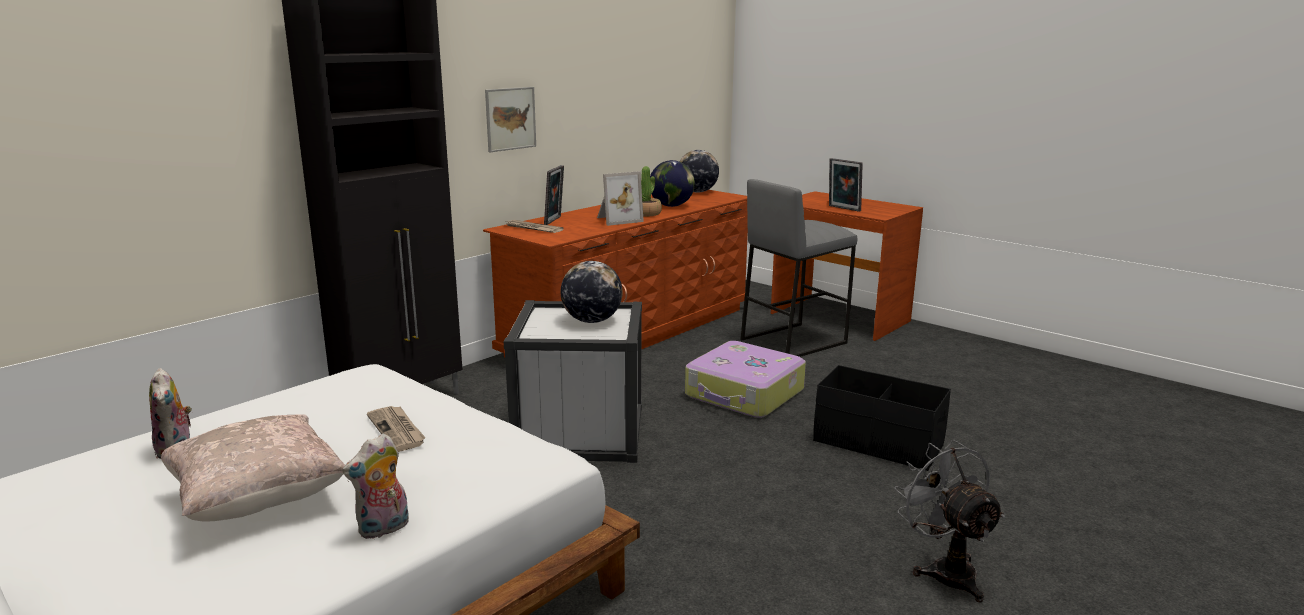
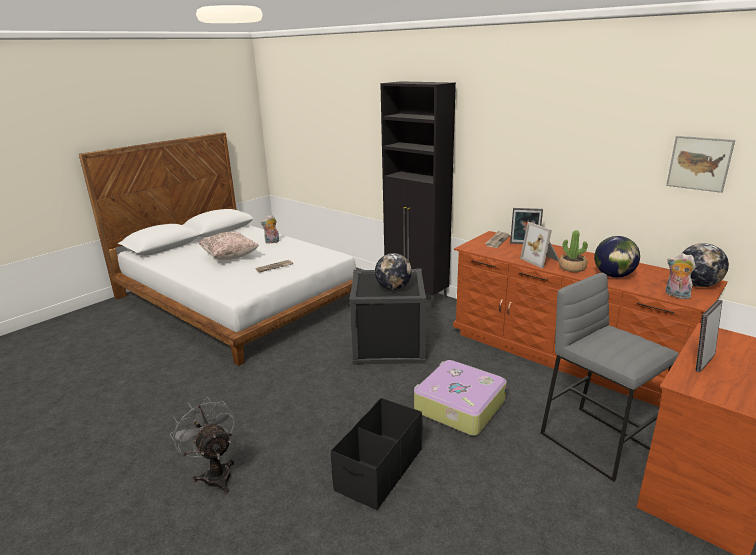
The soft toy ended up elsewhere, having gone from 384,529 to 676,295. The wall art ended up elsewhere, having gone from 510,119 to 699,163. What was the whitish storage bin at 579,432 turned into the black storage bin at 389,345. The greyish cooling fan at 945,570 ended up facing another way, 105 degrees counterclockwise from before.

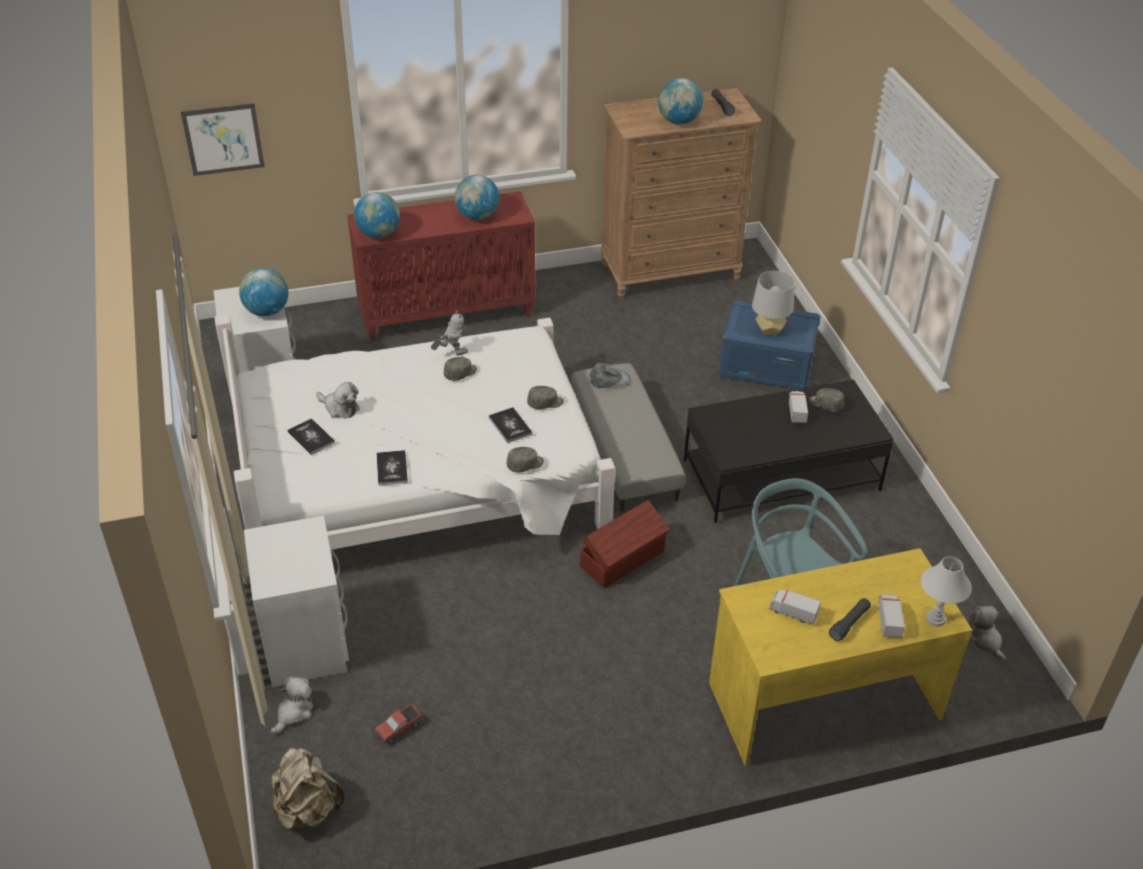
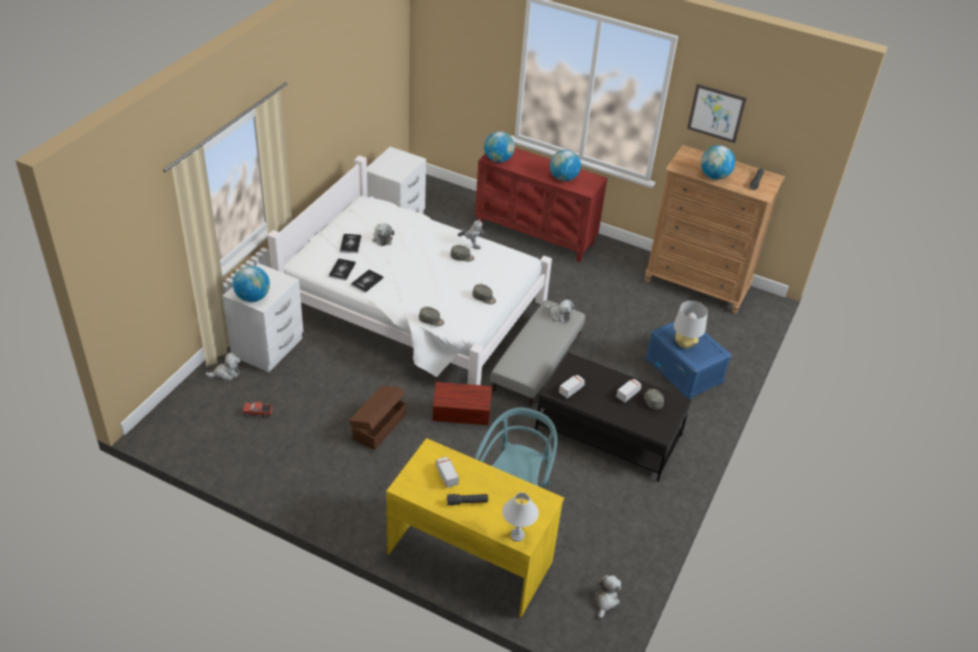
The wall art ended up elsewhere, having gone from 223,139 to 716,113. The world globe ended up elsewhere, having gone from 267,311 to 252,297. The second view lost the beige knapsack at 307,809. The book ended up elsewhere, having gone from 510,426 to 342,270. Where the greyish cap stood at 609,380, the soft toy came to stand at 558,315. The toy truck ended up elsewhere, having gone from 888,620 to 572,390. The second view gained the brownish storage bin at 378,426.

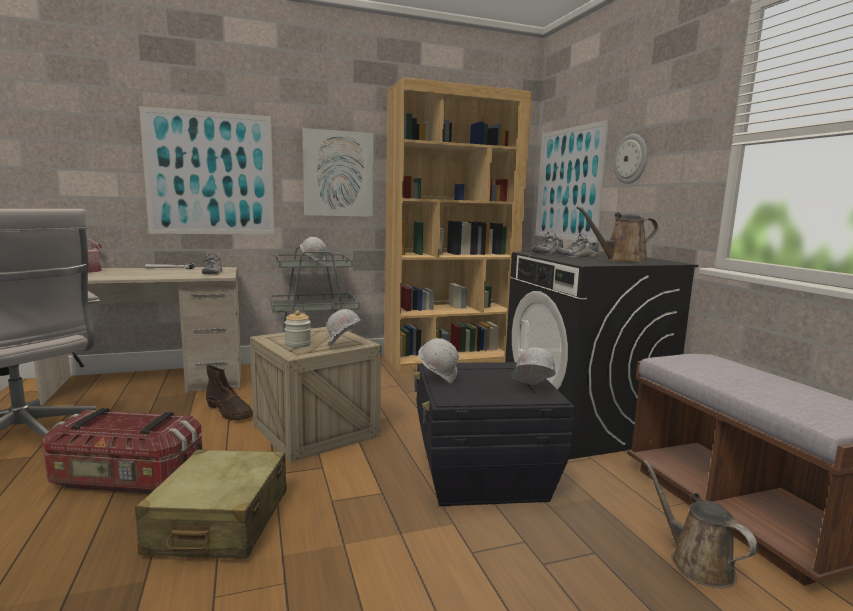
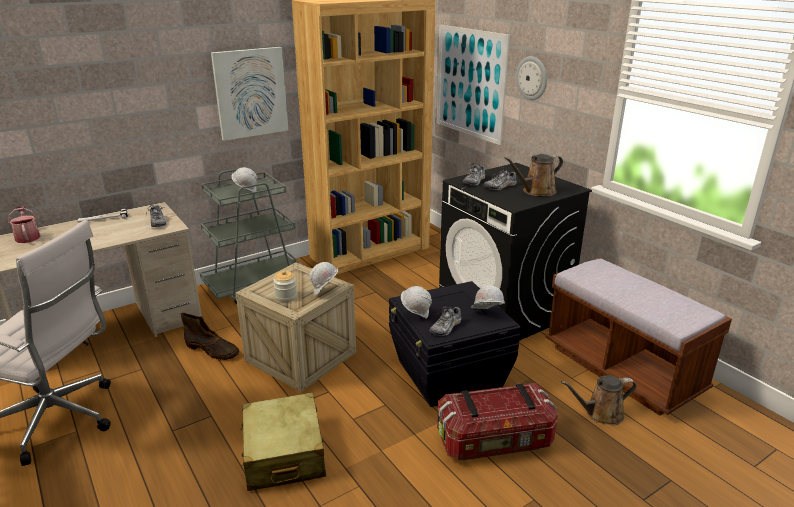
The storage bin ended up elsewhere, having gone from 126,479 to 495,442. The second view lost the wall art at 210,174. The brownish sprinkling can at 696,562 ended up facing another way, 60 degrees counterclockwise from before. The second view gained the low shoe at 446,327.

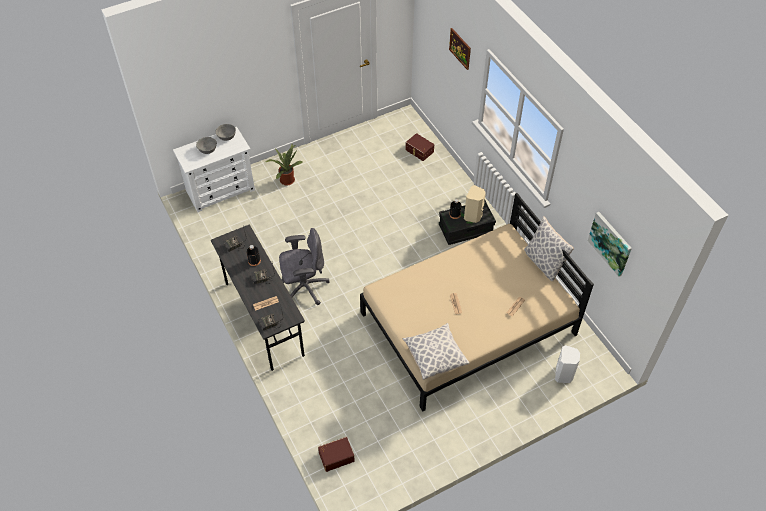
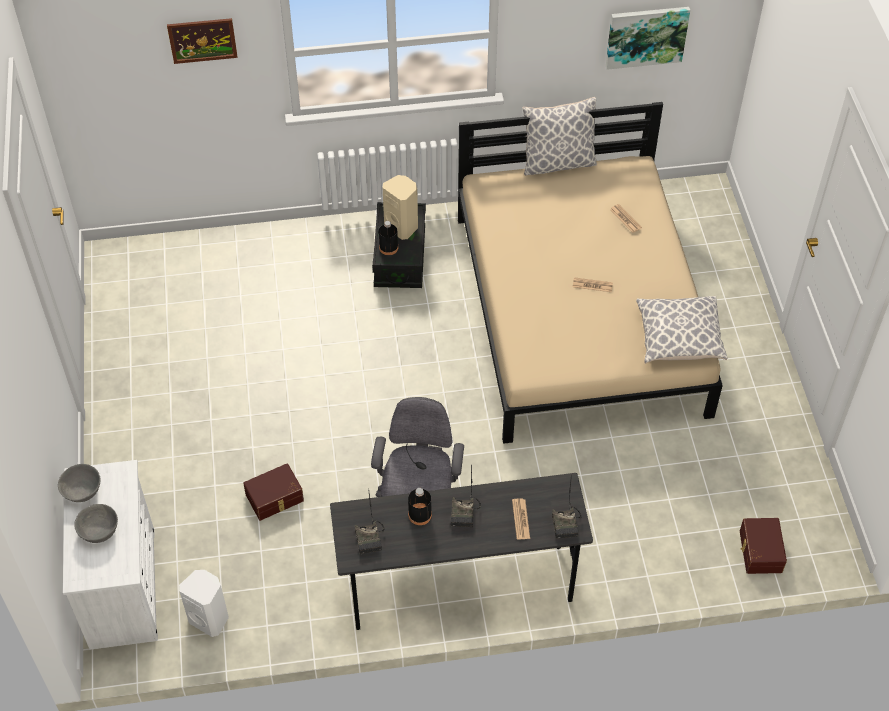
The second view lost the potted plant at 286,179. The brownish storage bin ended up elsewhere, having gone from 419,151 to 275,498. The whitish speaker ended up elsewhere, having gone from 564,375 to 210,619.

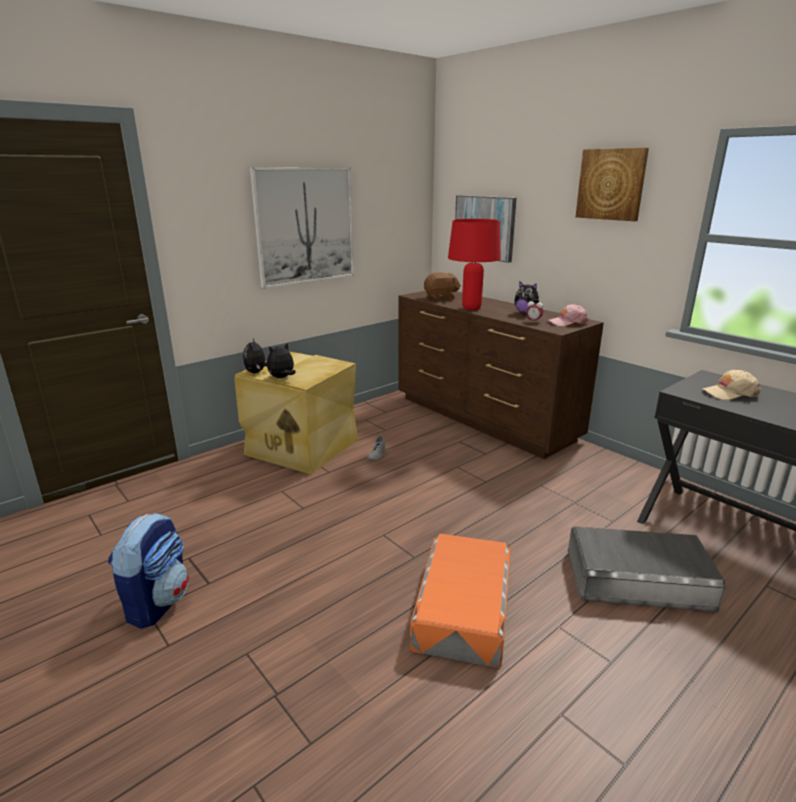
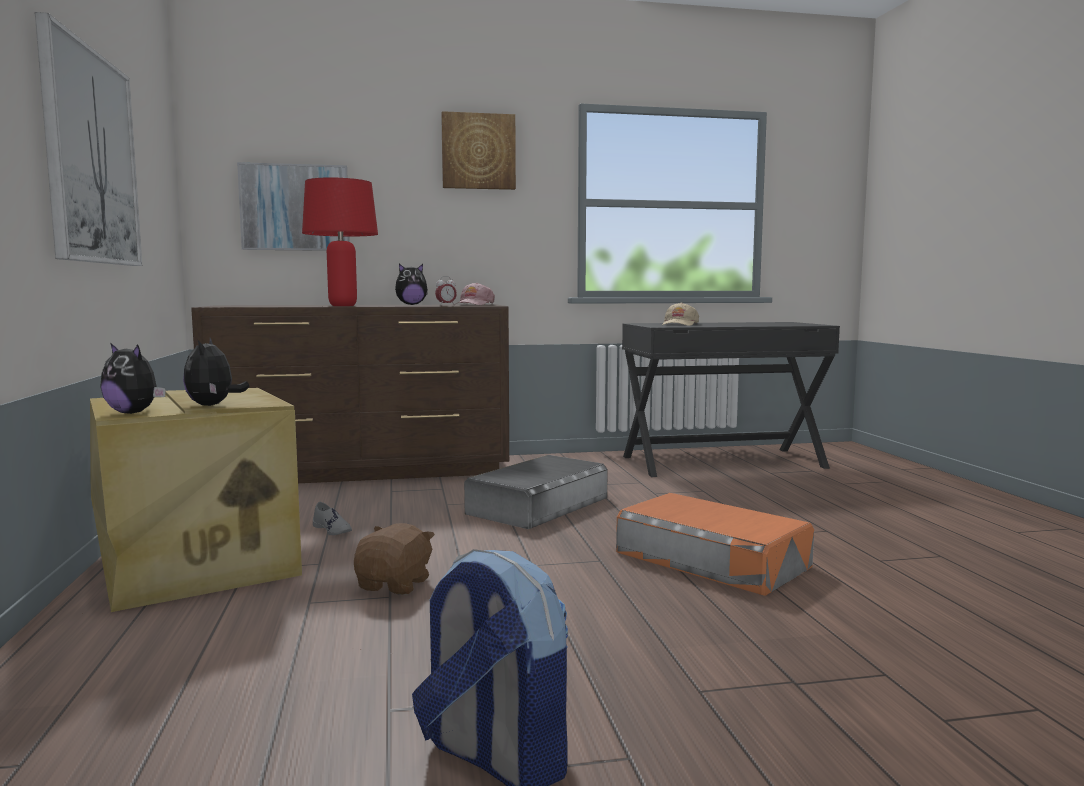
The brownish soft toy ended up elsewhere, having gone from 441,298 to 395,585. The greyish storage bin ended up elsewhere, having gone from 637,578 to 538,505.

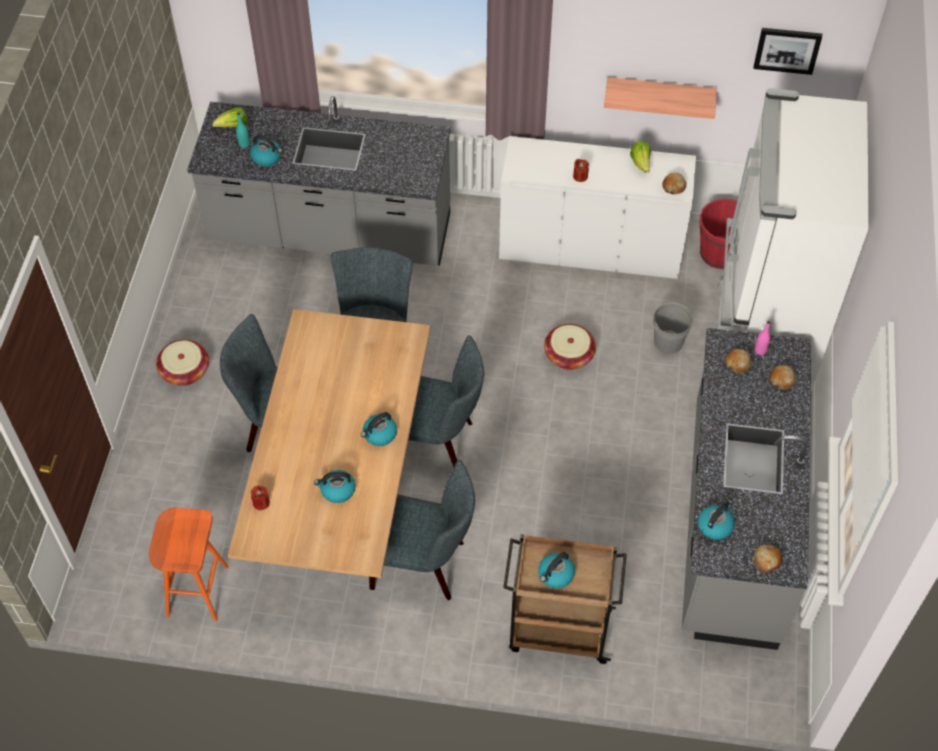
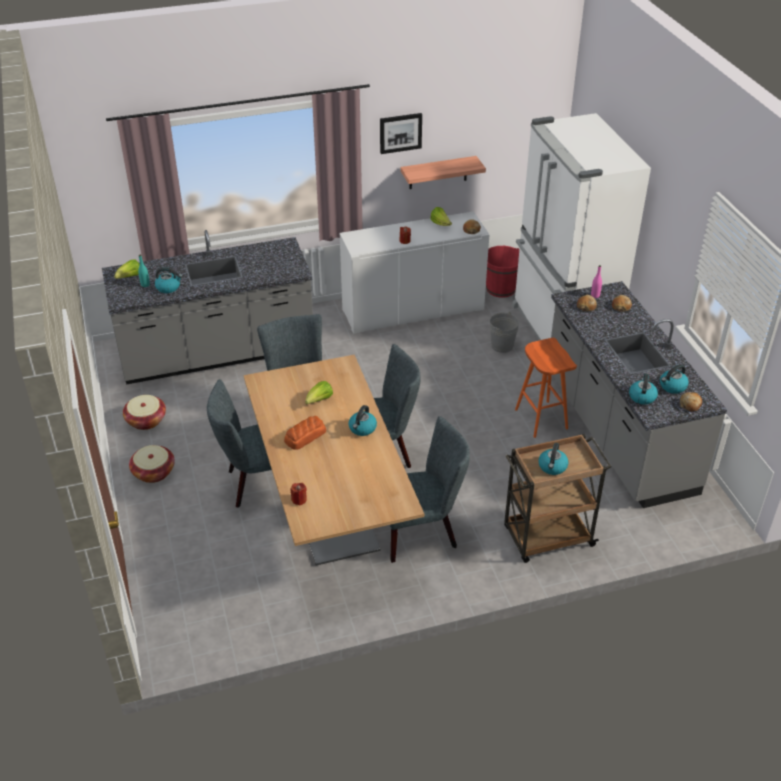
The orangey stool seat ended up elsewhere, having gone from 197,590 to 540,418. The water kettle ended up elsewhere, having gone from 337,490 to 672,387. The household basket ended up elsewhere, having gone from 569,355 to 146,420. The wall art ended up elsewhere, having gone from 787,50 to 400,133. The second view gained the bread at 304,436. The second view gained the lettuce at 319,400.

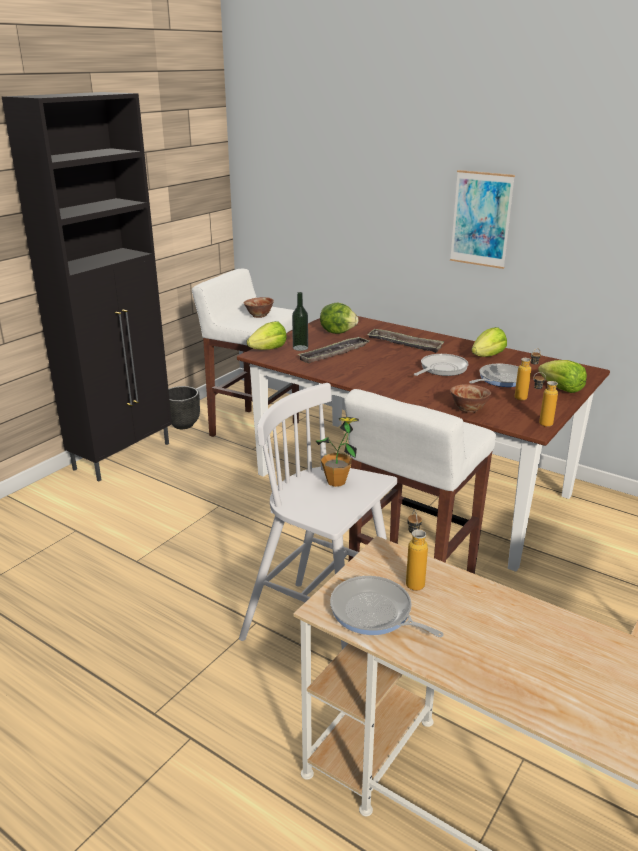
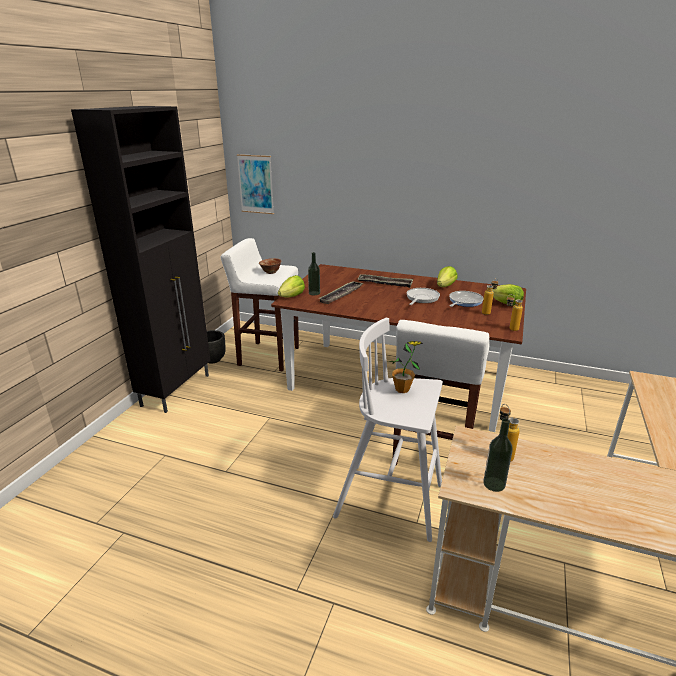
The second view lost the lettuce at 338,332. Where the skillet stood at 374,613, the bottle came to stand at 494,484. The wall art ended up elsewhere, having gone from 481,219 to 256,184. The second view lost the deep dish at 468,409.

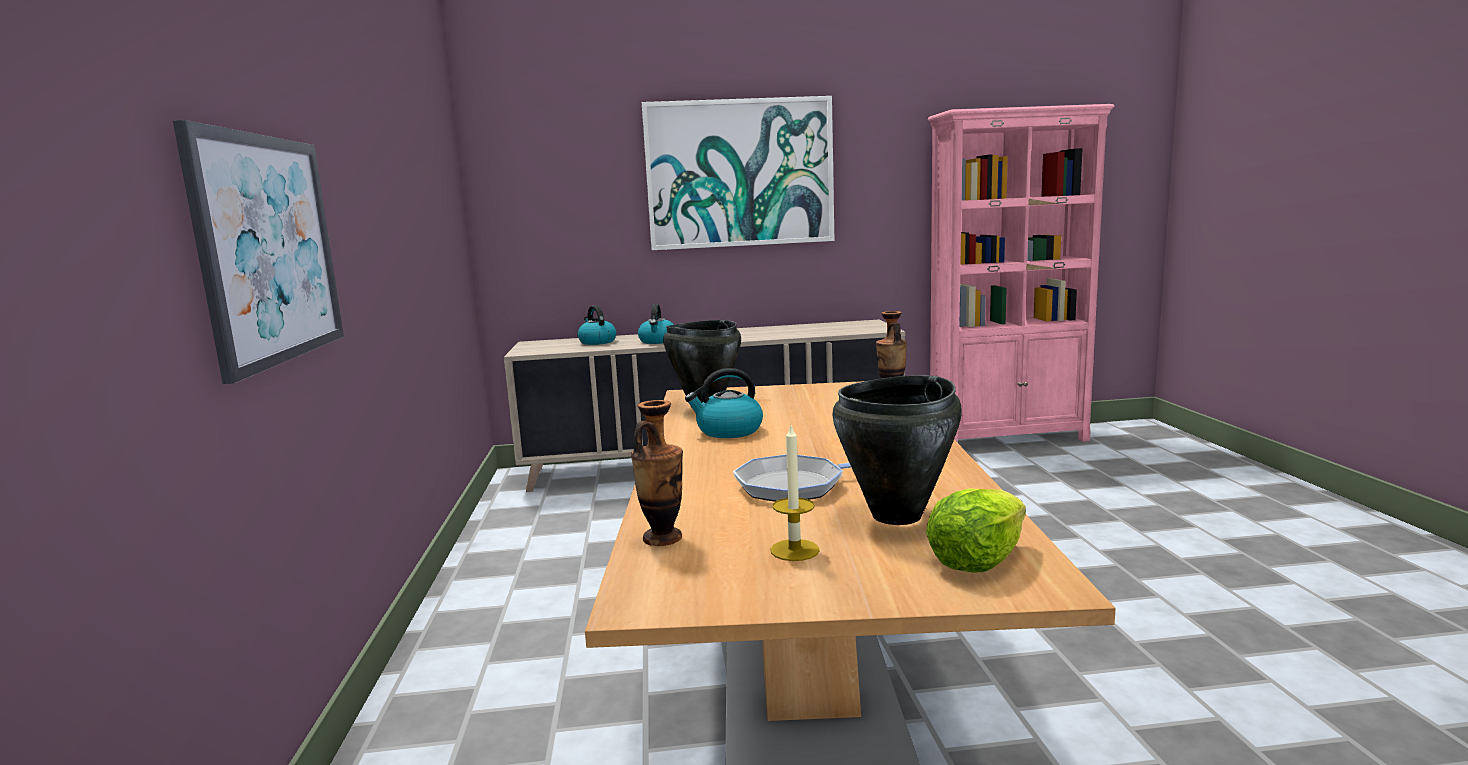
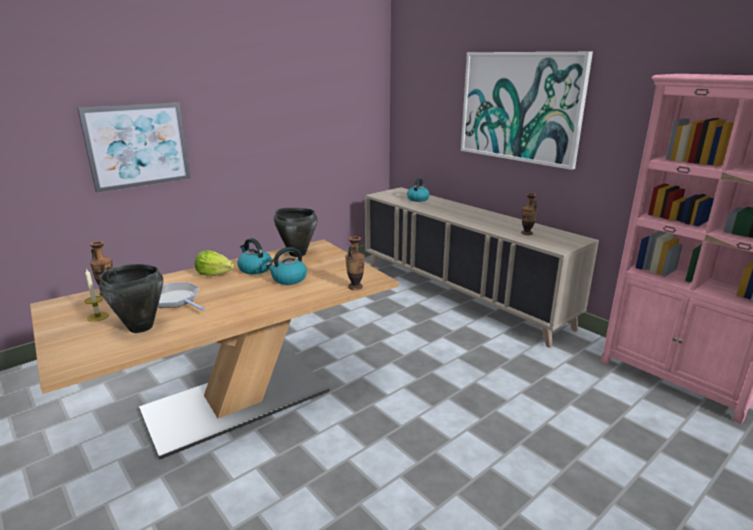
The water kettle ended up elsewhere, having gone from 658,341 to 288,279. The lettuce ended up elsewhere, having gone from 976,561 to 214,274. The second view gained the decorative vase at 526,233.

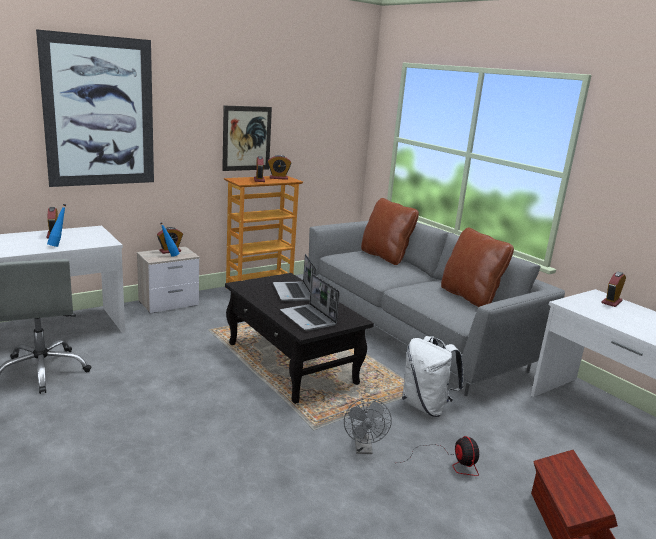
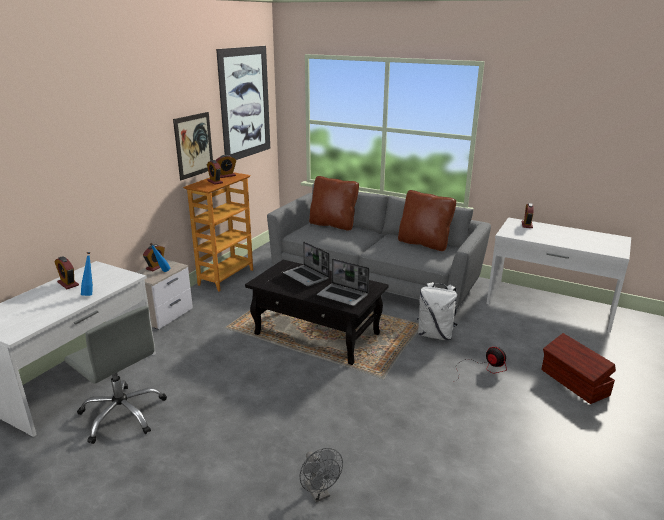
The wall art ended up elsewhere, having gone from 100,112 to 245,103. The greyish cooling fan ended up elsewhere, having gone from 364,449 to 319,493.

